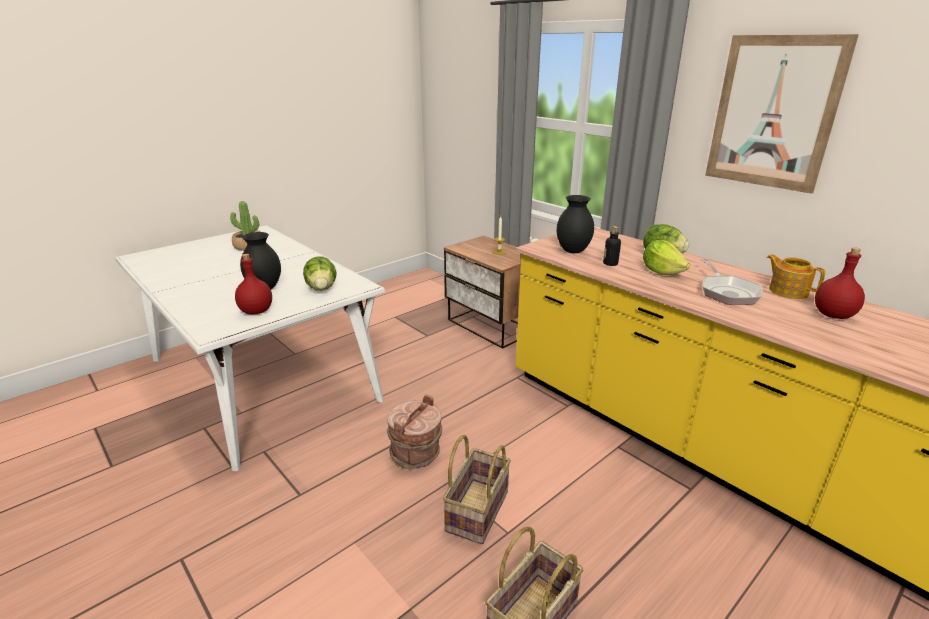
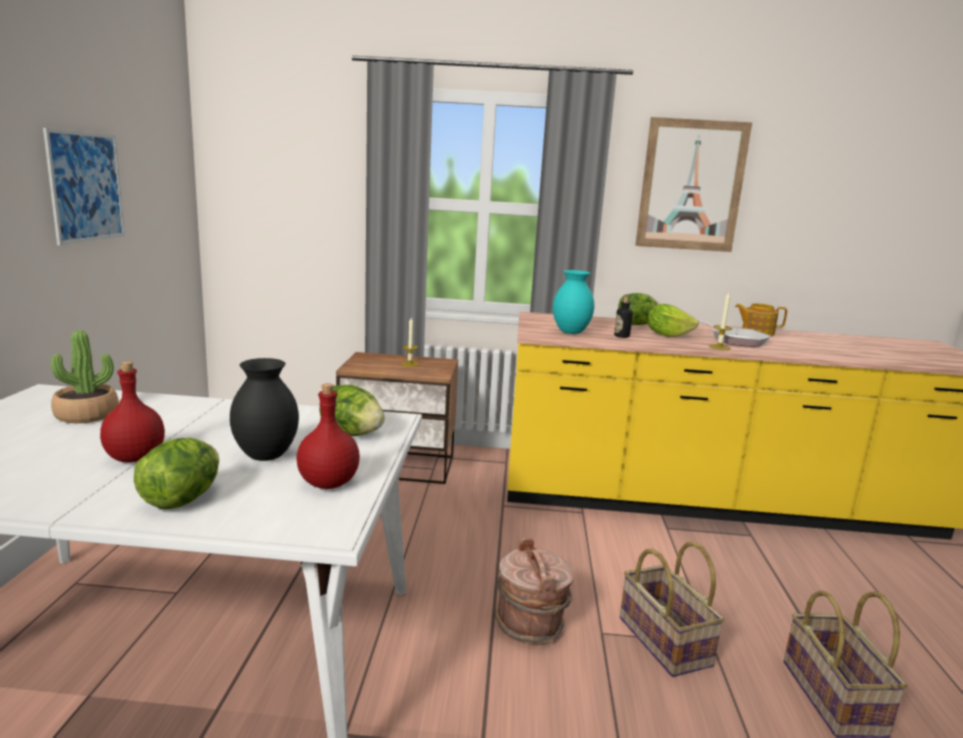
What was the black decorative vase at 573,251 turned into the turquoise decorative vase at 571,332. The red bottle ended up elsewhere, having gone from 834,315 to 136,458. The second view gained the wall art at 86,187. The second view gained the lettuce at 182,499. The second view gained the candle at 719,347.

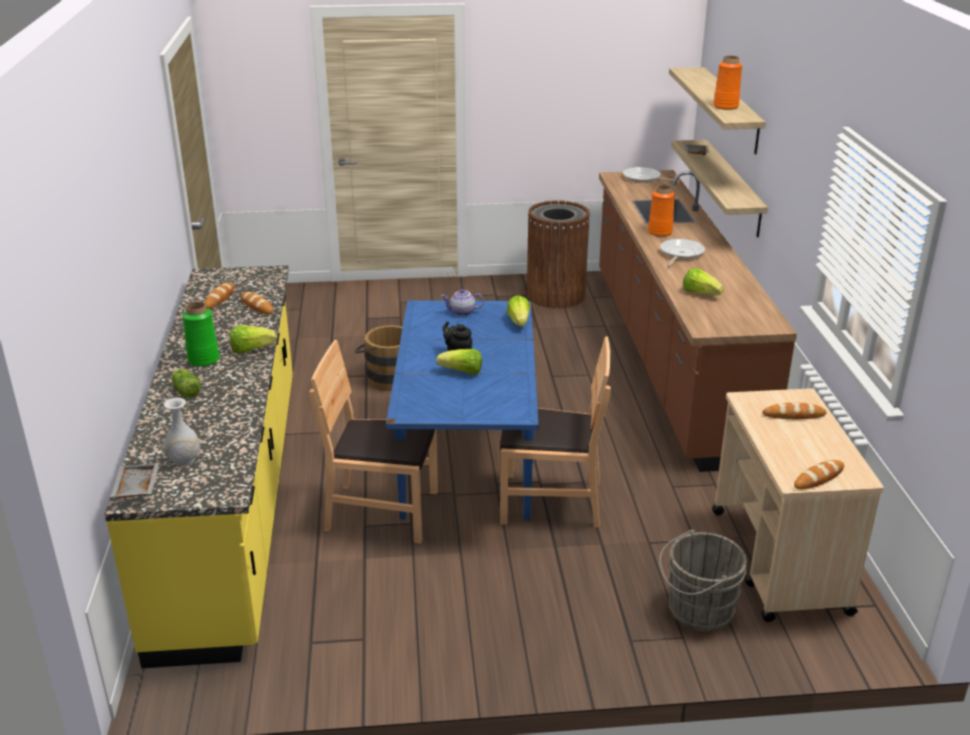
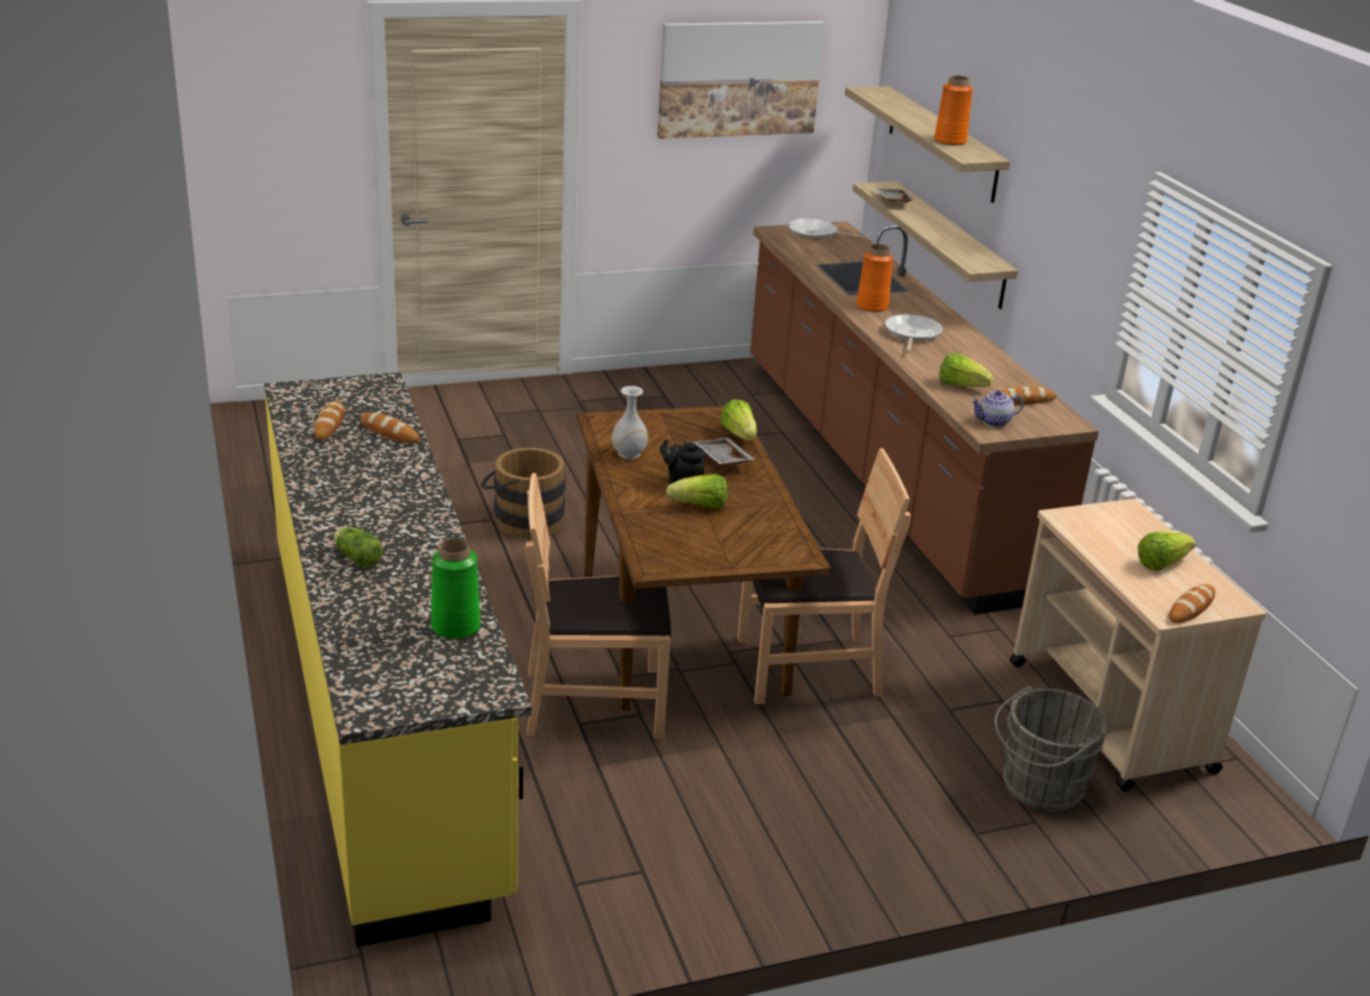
The greyish tray ended up elsewhere, having gone from 135,488 to 721,459. The whitish decorative vase ended up elsewhere, having gone from 184,460 to 629,454. The green decorative vase ended up elsewhere, having gone from 204,359 to 456,626. The lettuce ended up elsewhere, having gone from 251,349 to 1161,563. What was the bluish dinner table at 467,469 turned into the brownish dinner table at 683,635. The pot for tea ended up elsewhere, having gone from 462,312 to 994,422. The second view lost the brownish waste bin at 556,295. The bread ended up elsewhere, having gone from 793,415 to 1022,400. The second view gained the wall art at 739,78.

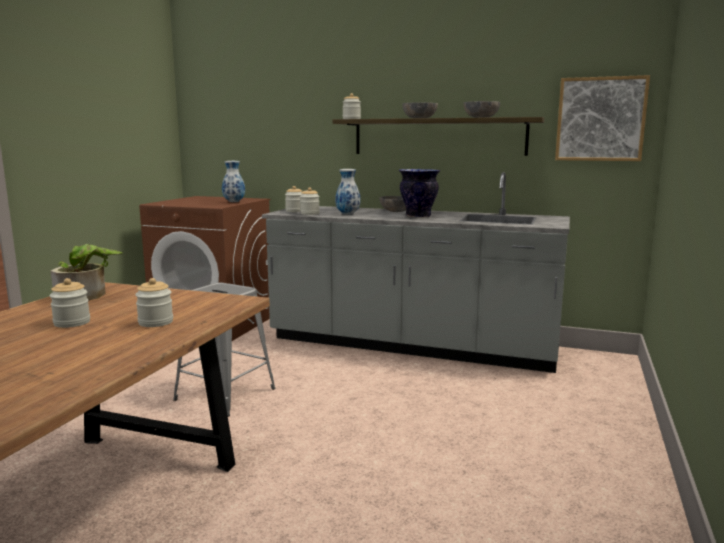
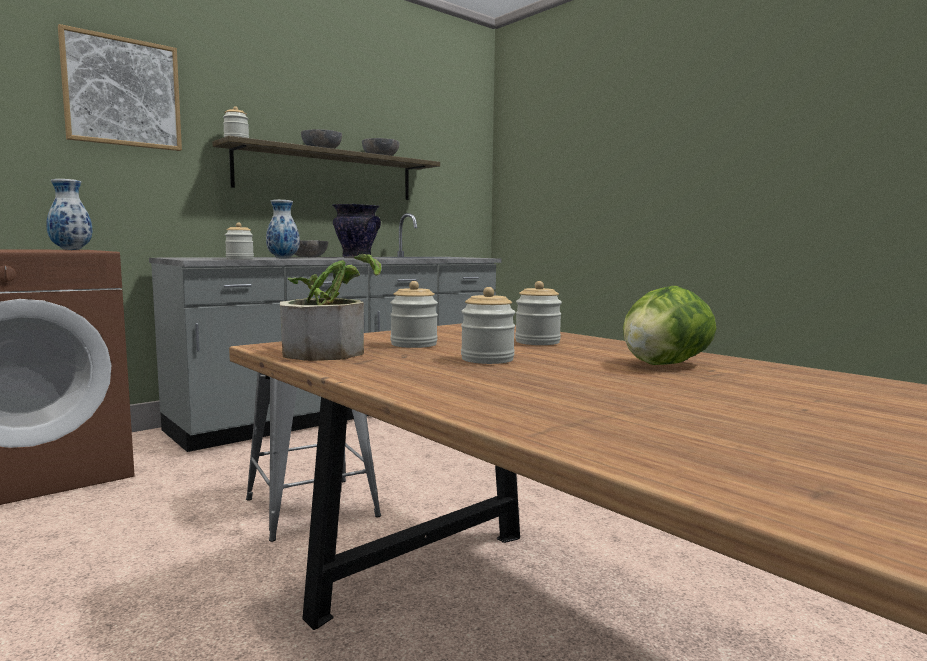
The preserve jar ended up elsewhere, having gone from 294,211 to 414,344. The wall art ended up elsewhere, having gone from 600,119 to 122,92. The second view gained the lettuce at 663,365.

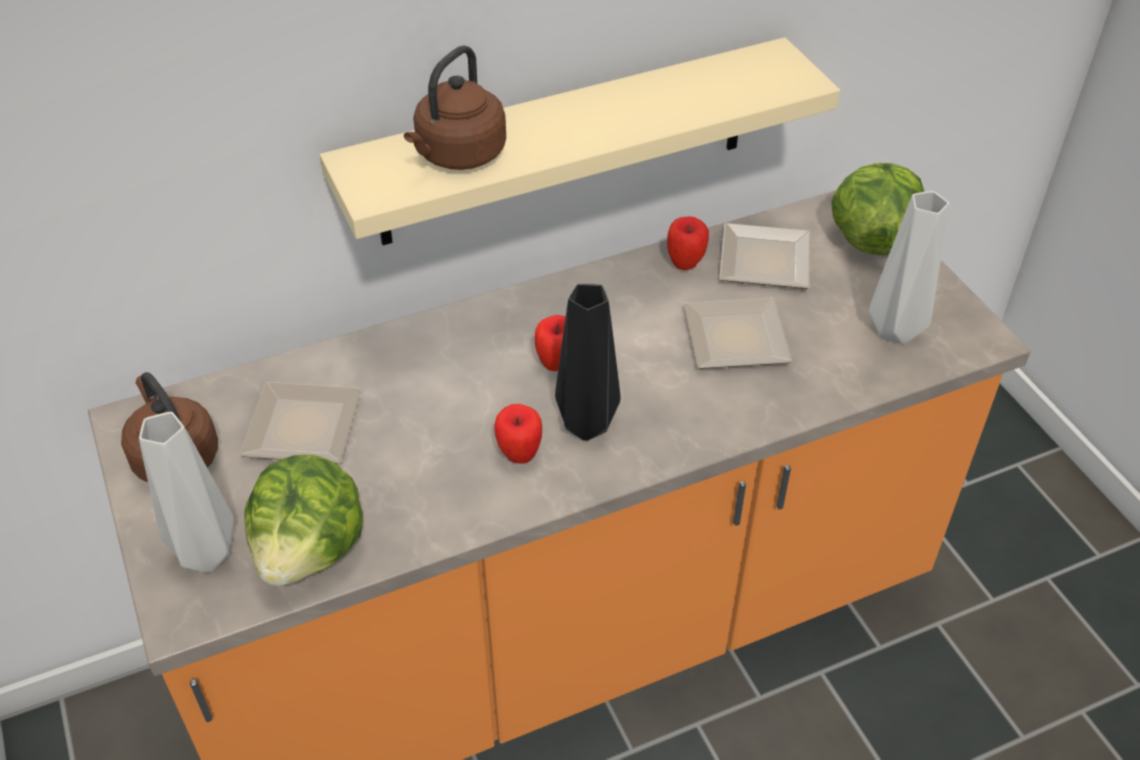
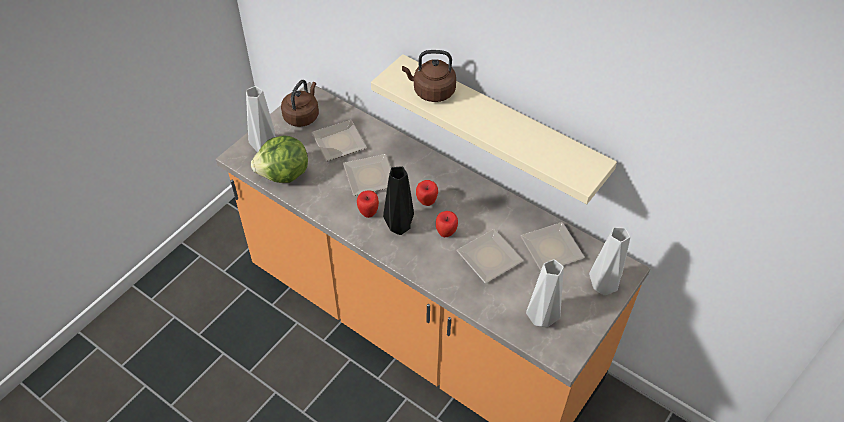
The apple ended up elsewhere, having gone from 685,264 to 446,233. Where the lettuce stood at 871,238, the greyish decorative vase came to stand at 604,286. The second view gained the flat dish at 371,175.

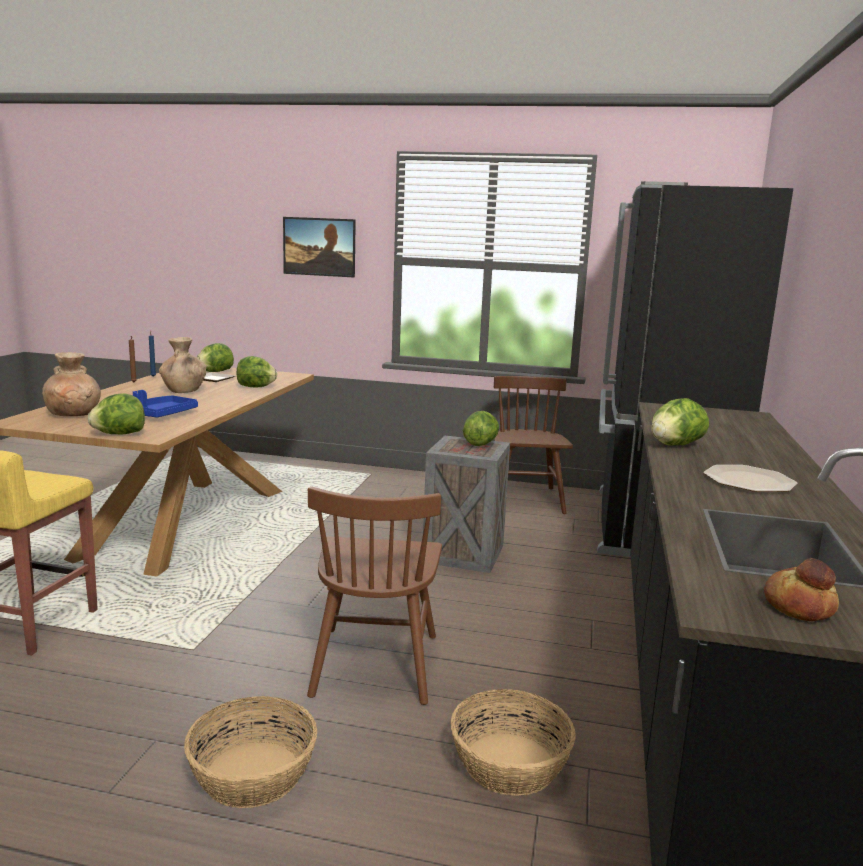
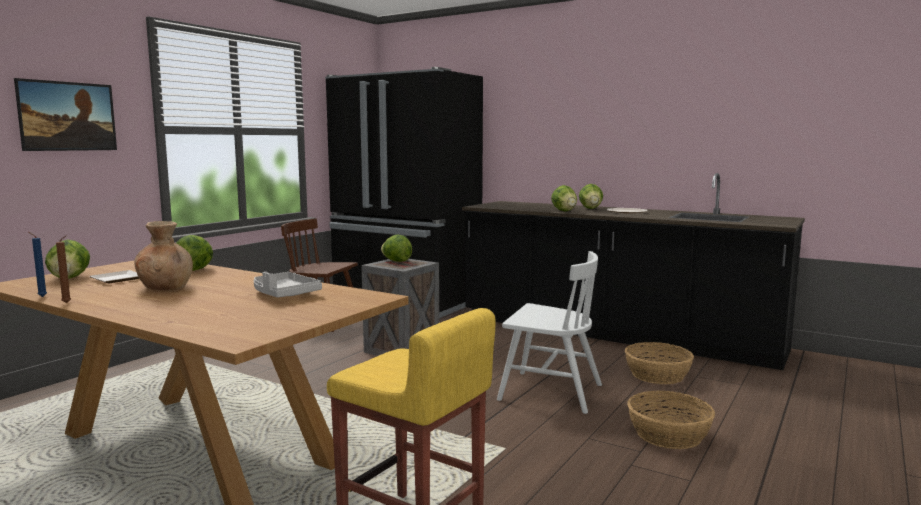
The second view lost the brownish decorative vase at 74,414. The lettuce ended up elsewhere, having gone from 119,434 to 590,209. What was the bluish tray at 161,414 turned into the greyish tray at 284,294. What was the brownish plain chair at 375,664 turned into the whitish plain chair at 550,392. The second view lost the bread at 800,606.

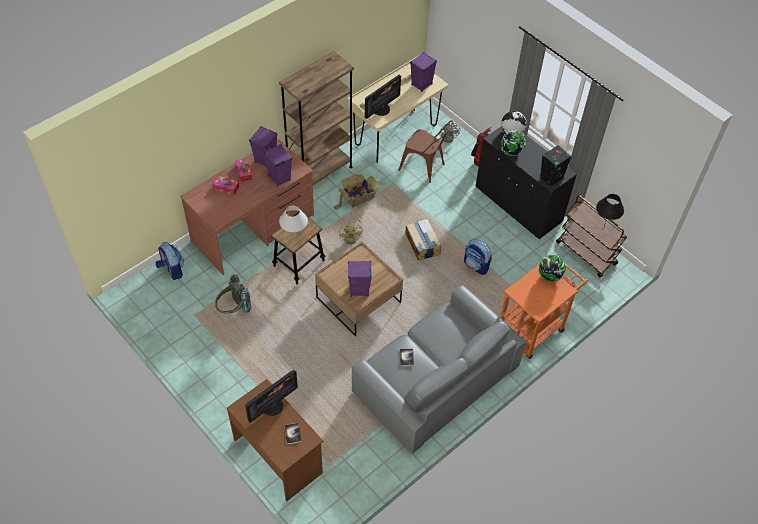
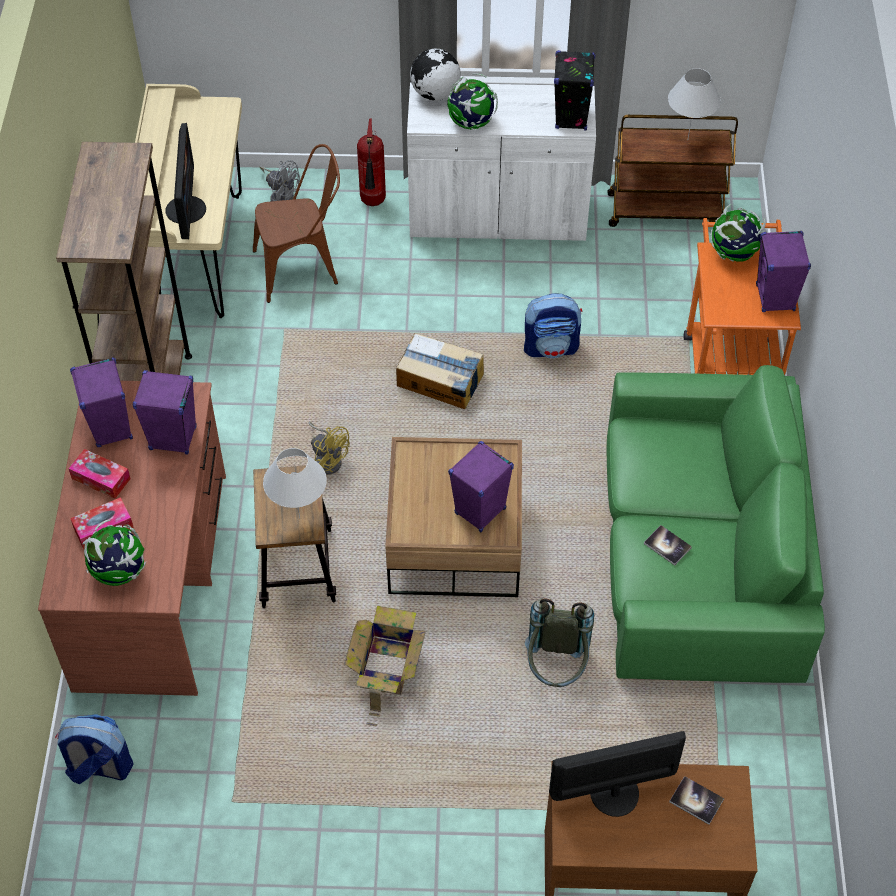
The greyish knapsack ended up elsewhere, having gone from 233,309 to 556,669. The computer display at 272,405 ended up facing another way, 105 degrees counterclockwise from before. The packing box ended up elsewhere, having gone from 357,197 to 385,668. What was the greyish sofa at 435,379 turned into the green sofa at 698,553. The purplish speaker ended up elsewhere, having gone from 421,84 to 775,298. What was the black storage cabinet at 518,204 turned into the whitish storage cabinet at 498,216. What was the black lamp for a table at 604,226 turned into the whitish lamp for a table at 687,140. The second view gained the world globe at 120,572.

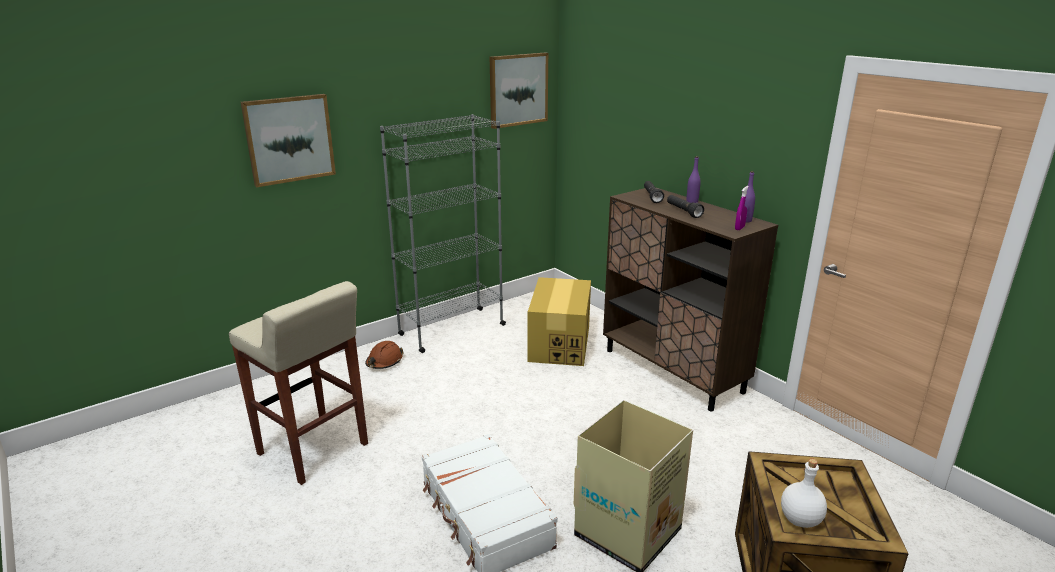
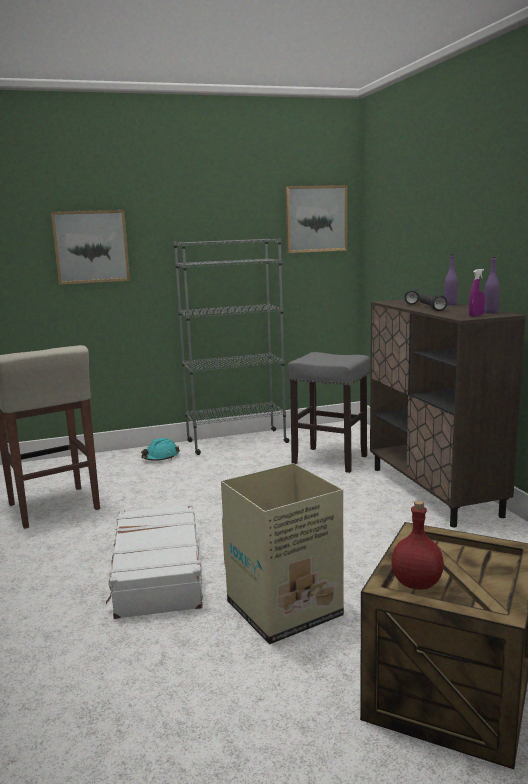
What was the brownish hard hat at 384,362 turned into the turquoise hard hat at 160,457. Where the packing box stood at 559,343, the greyish stool seat came to stand at 330,460. What was the whitish bottle at 800,520 turned into the red bottle at 416,584.

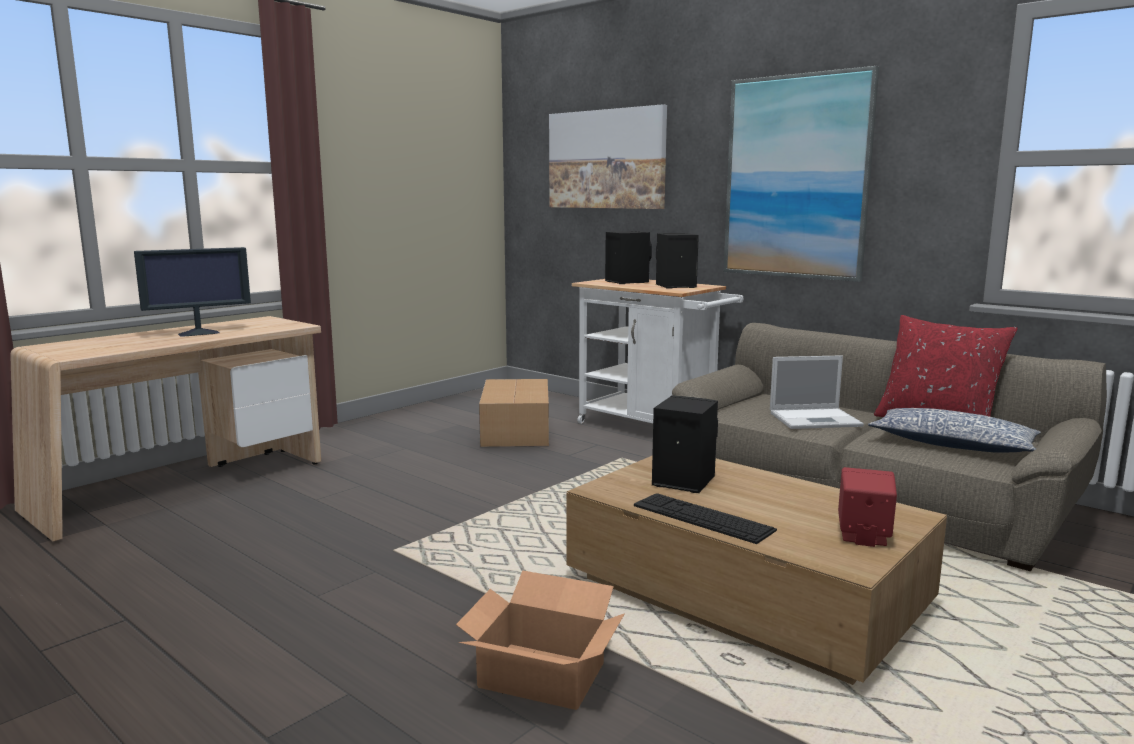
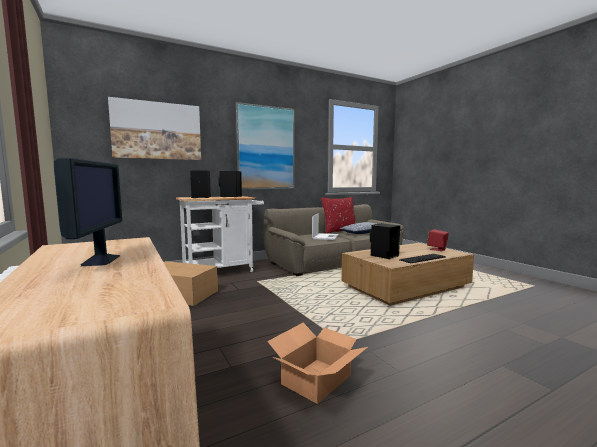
The packing box ended up elsewhere, having gone from 541,674 to 315,379.

